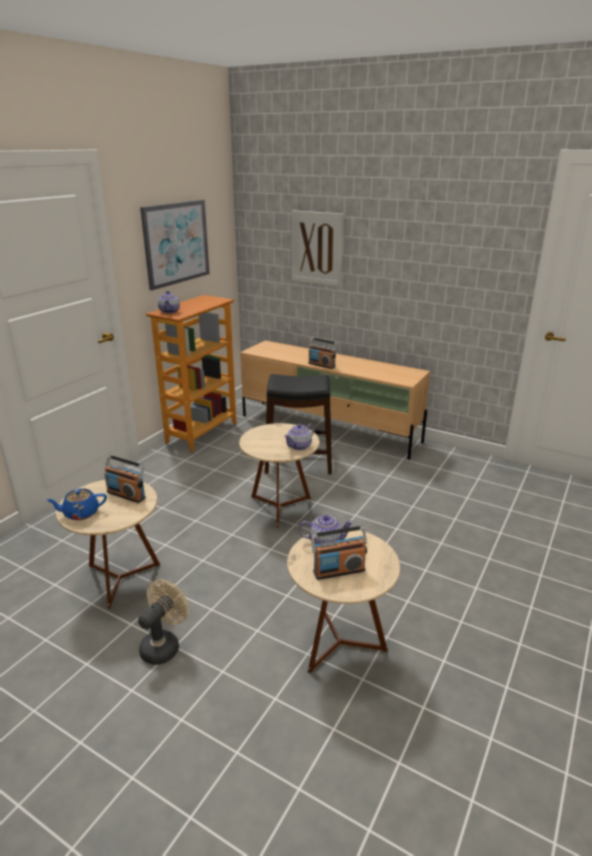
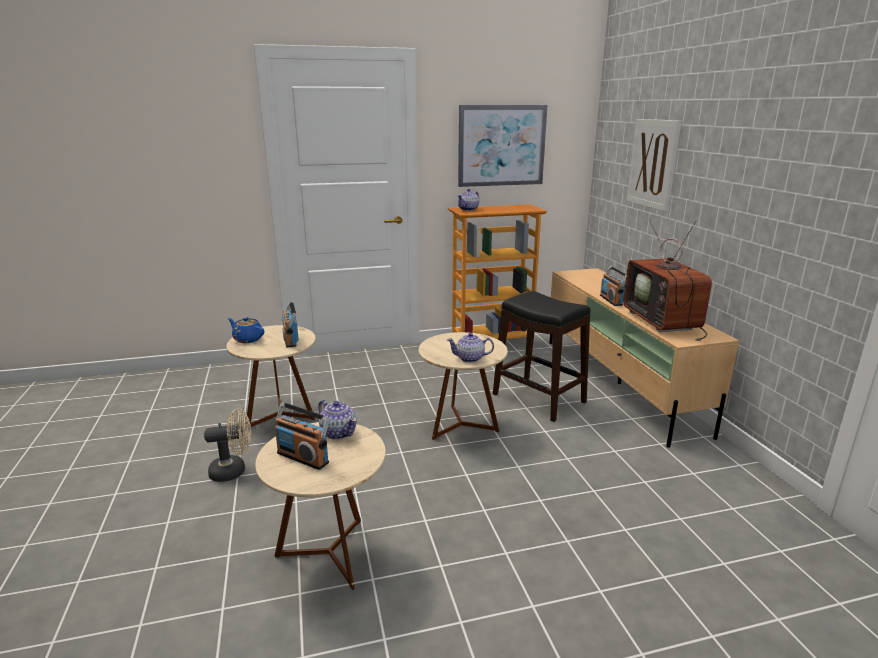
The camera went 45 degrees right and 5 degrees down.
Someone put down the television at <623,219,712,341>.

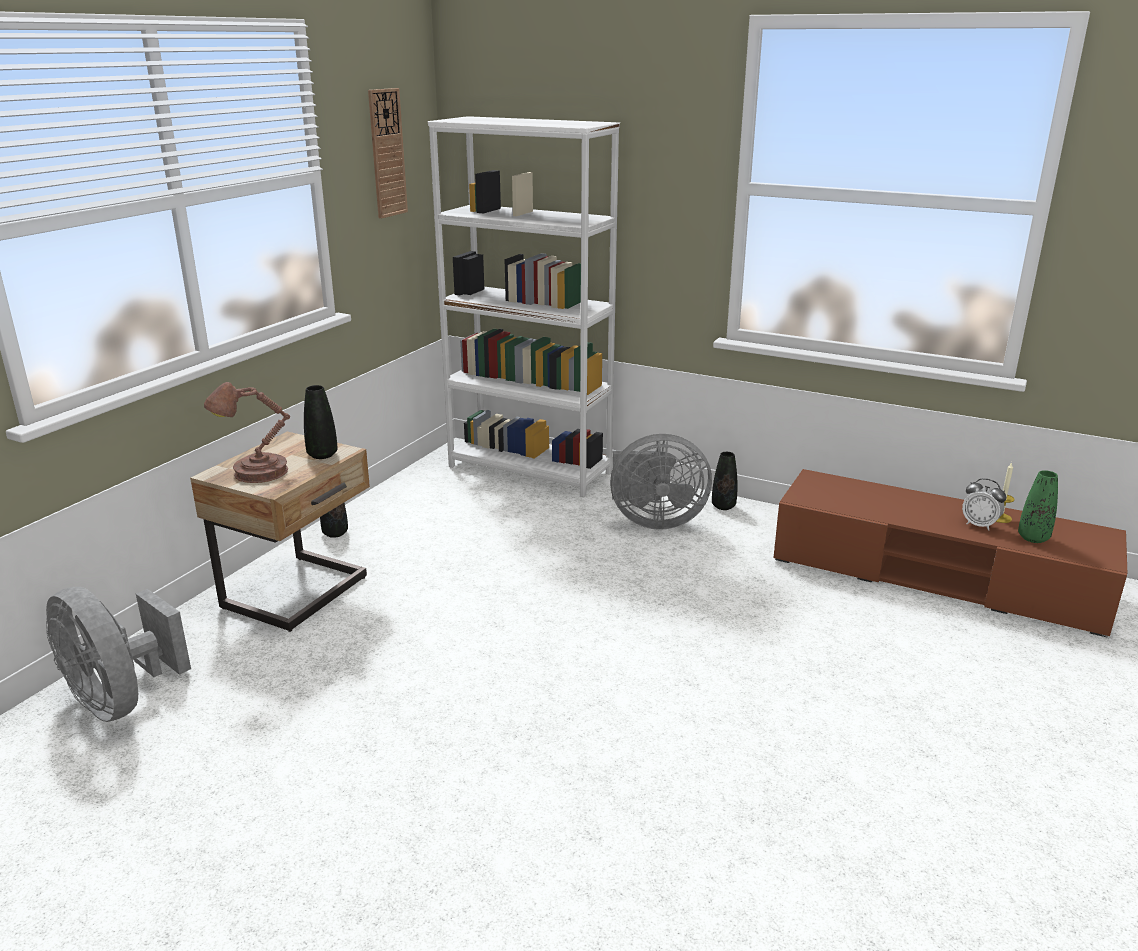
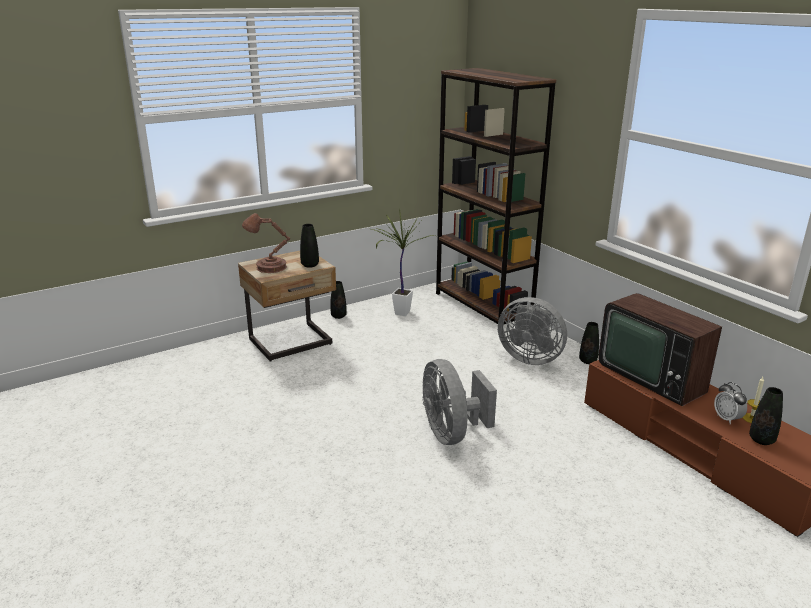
The camera went 30 degrees right and 0 degrees up.
Someone took away the clock on the wall at <368,88,408,219>.
Someone put down the potted plant at <372,209,435,316>.
Someone put down the television at <598,293,722,406>.
Someone carried the cooling fan in greyish from <46,587,191,722> to <422,359,497,445>.
Someone repainted the bookcase in whitish at <428,116,620,497>, which became the bookcase in brown at <436,68,556,324>.
Someone repainted the decorative vase in green-coloured at <1018,470,1058,543>, which became the decorative vase in blackish at <749,387,783,445>.

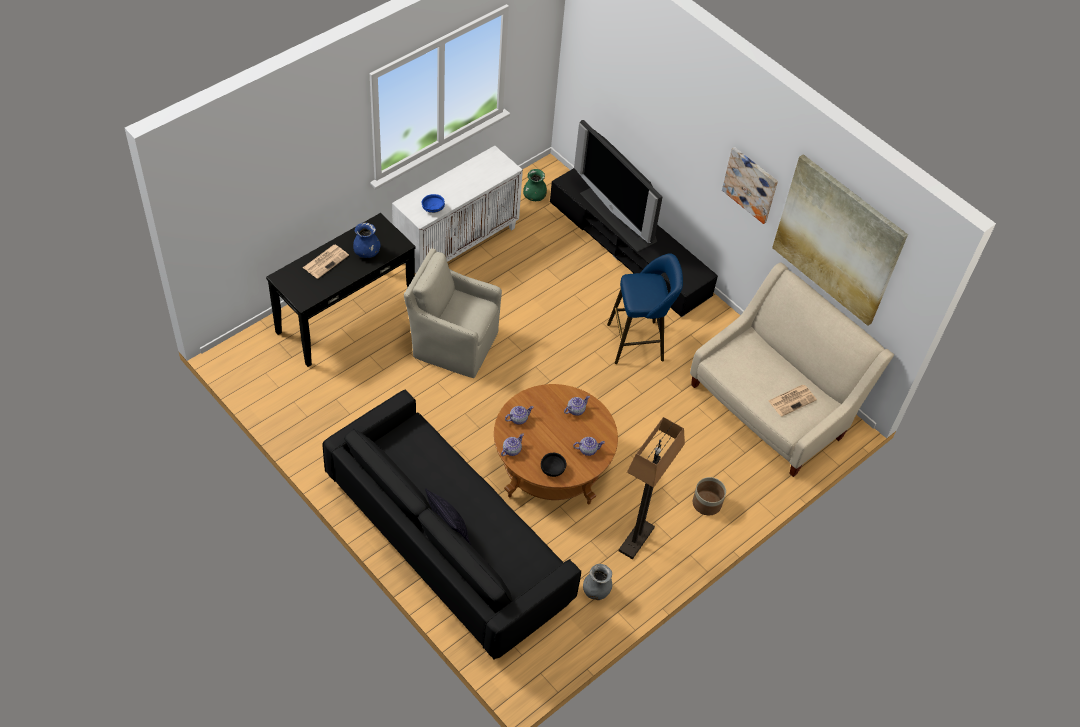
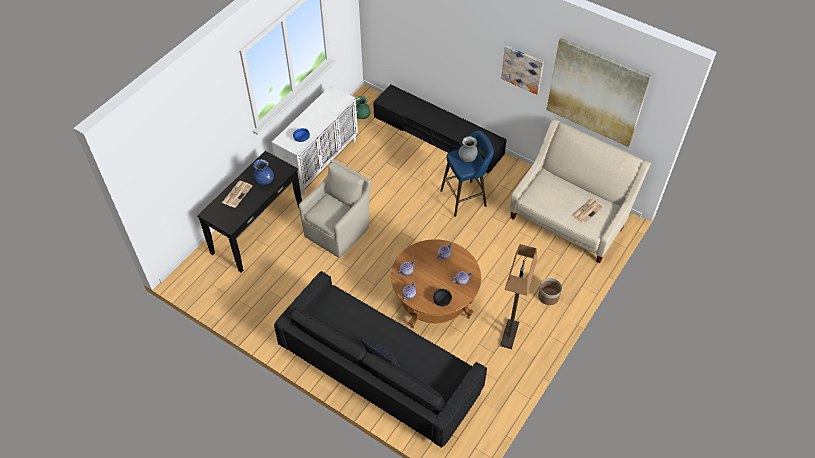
The camera went 10 degrees left and 0 degrees up.
Someone took away the television at <574,120,662,252>.
Someone carried the decorative vase in greyish from <583,564,612,600> to <459,136,478,162>.
Someone rotated the armchair in beige at <404,248,502,378> by 120 degrees clockwise.

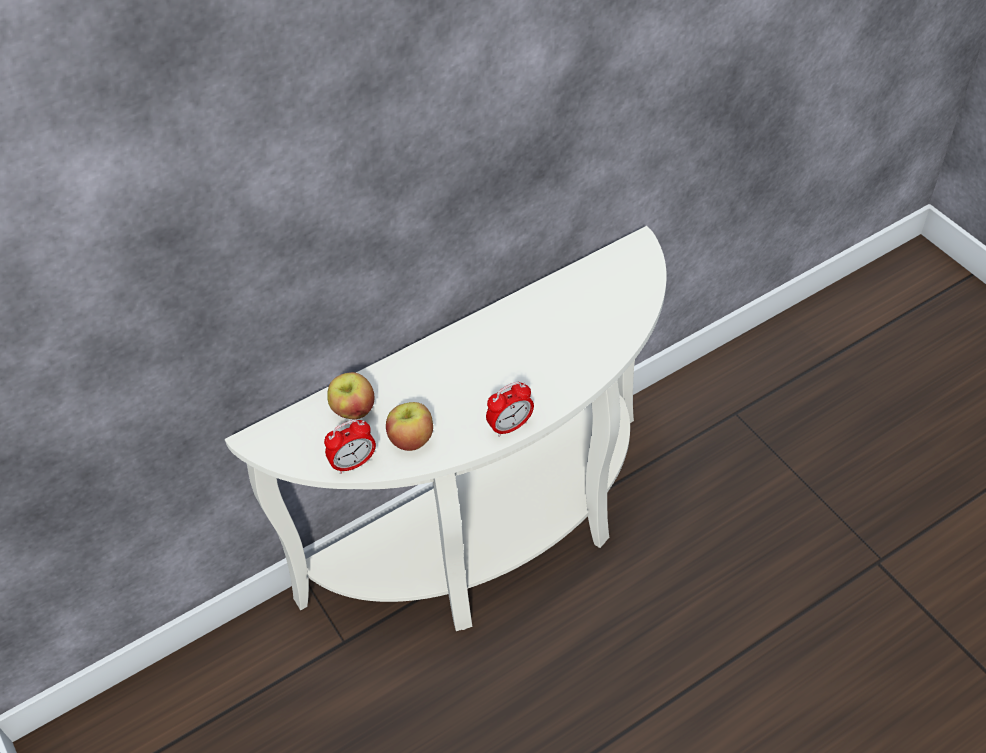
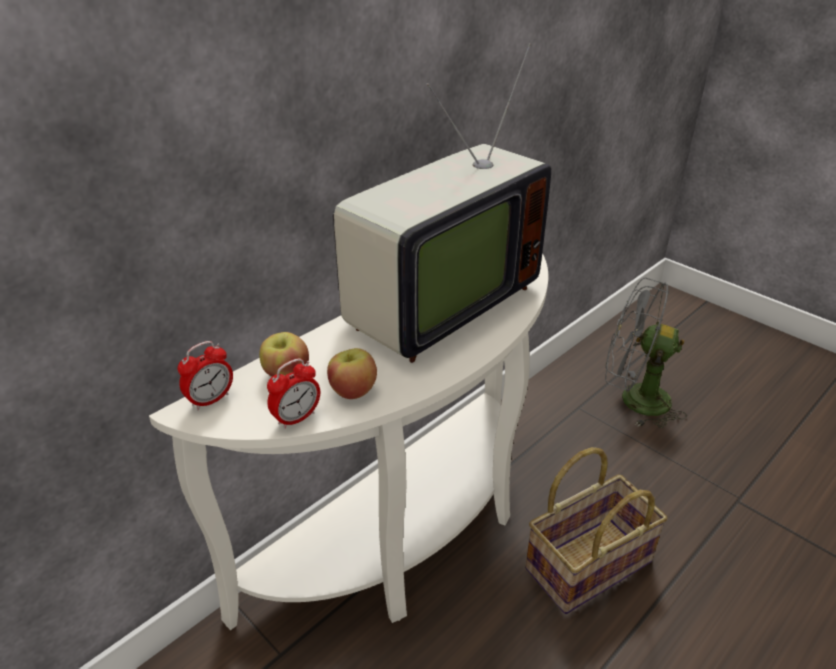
The camera went 15 degrees left and 15 degrees down.
Someone put down the television at <333,43,551,363>.
Someone put down the household basket at <525,447,668,614>.
Someone put down the cooling fan in greyish at <605,278,687,428>.
Someone carried the alarm clock from <486,382,534,437> to <177,341,233,410>.

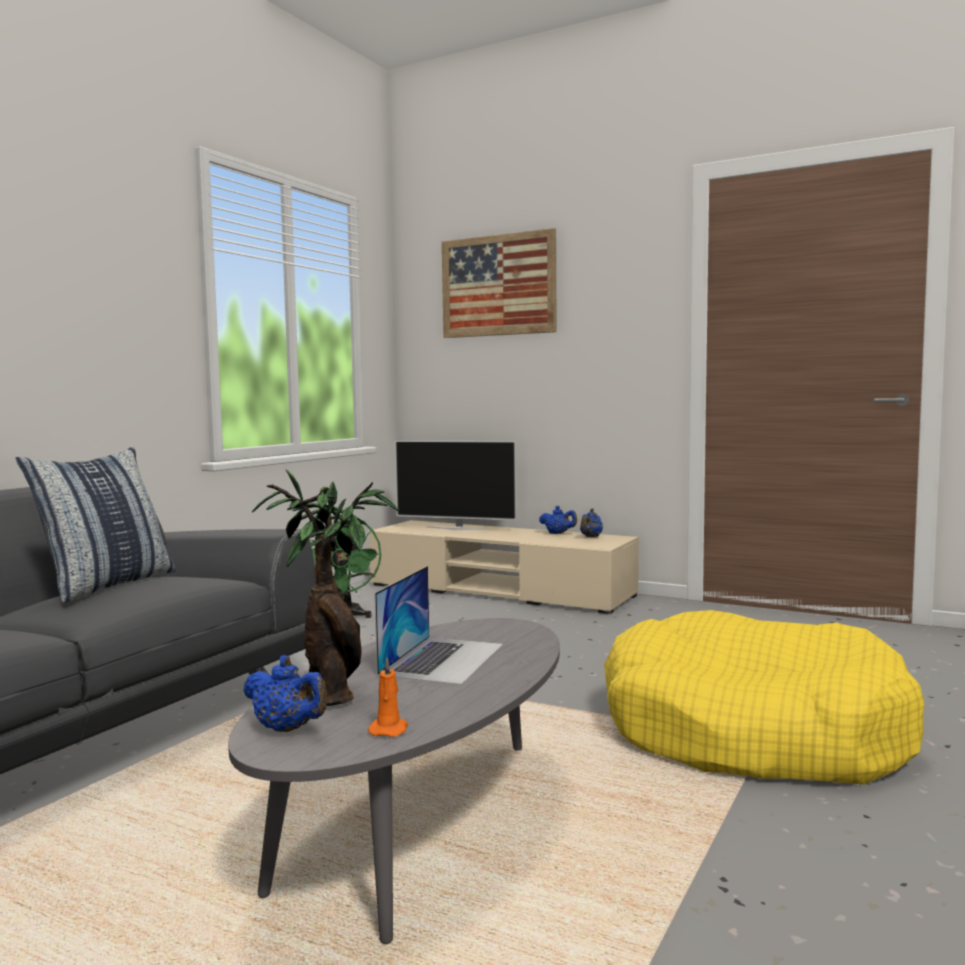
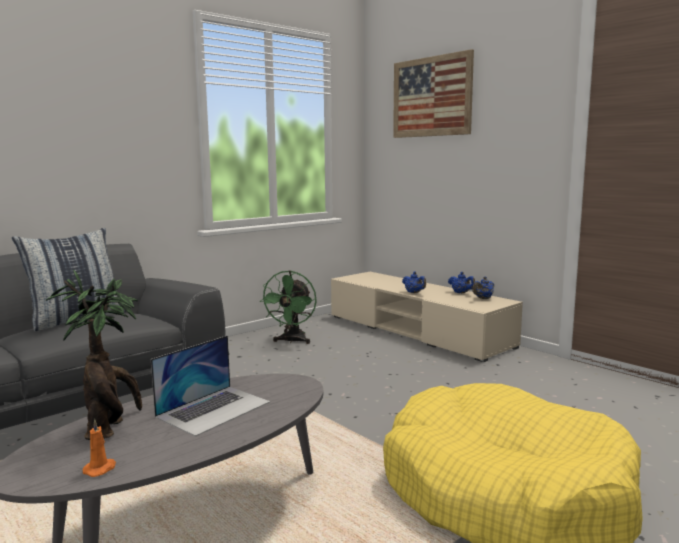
The camera went 20 degrees right and 5 degrees up.
Someone took away the television at <395,440,517,530>.
Someone carried the pot for tea in blue from <243,655,328,732> to <402,272,426,293>.

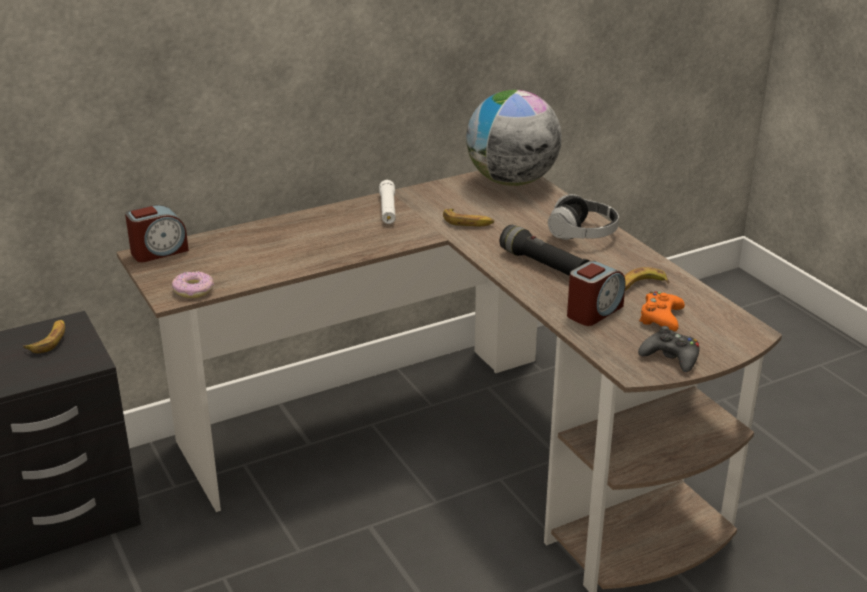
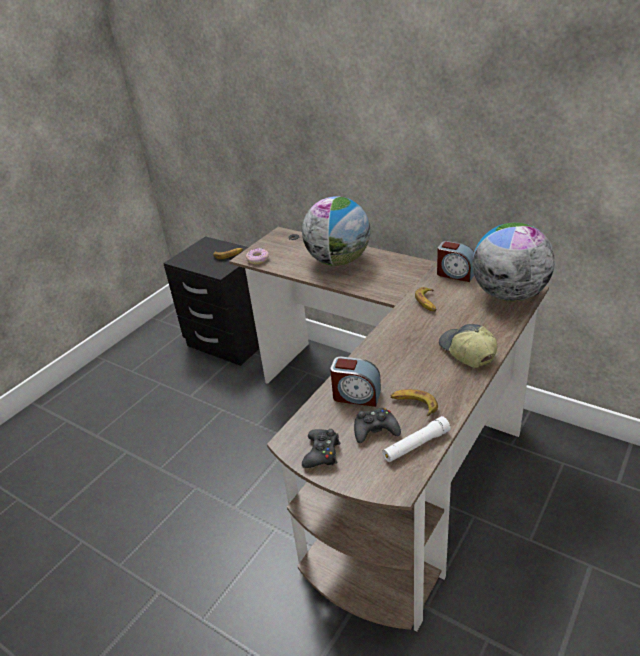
The camera went 65 degrees right and 5 degrees up.
Someone took away the torch in blackish at <500,225,589,276>.
Someone put down the globe at <302,196,370,266>.
Someone carried the alarm clock from <125,205,189,262> to <437,241,474,282>.
Someone carried the torch in whitish from <379,180,396,224> to <382,416,451,462>.
Someone swapped the headset at <548,194,619,240> for the cap at <439,324,497,368>.
Someone repainted the joypad in orange at <639,292,685,331>, which became the joypad in blackish at <354,408,401,443>.

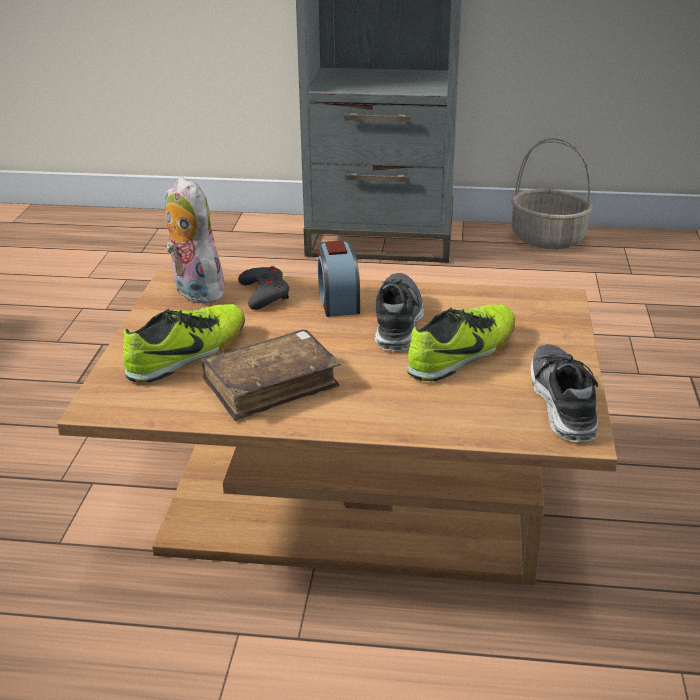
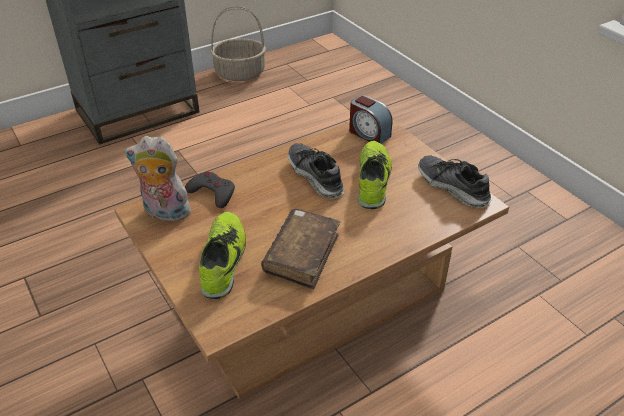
The camera went 40 degrees left and 10 degrees up.
Someone carried the alarm clock from <318,240,360,317> to <349,95,393,144>.

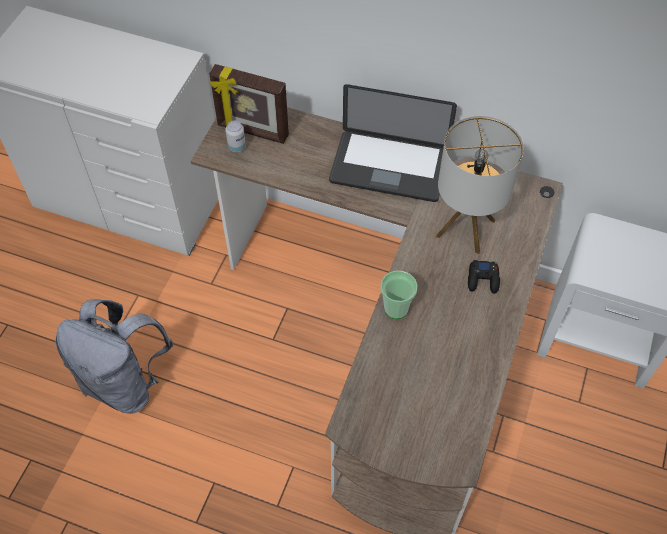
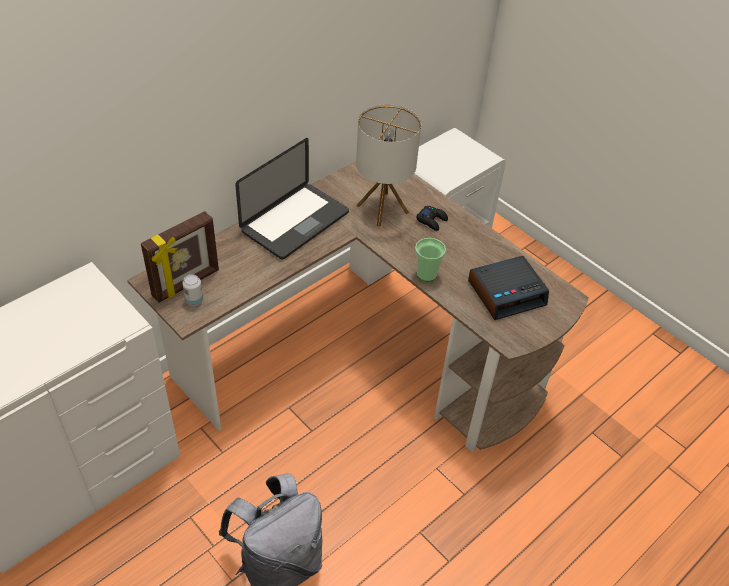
The camera went 65 degrees left and 10 degrees down.
Someone put down the alarm clock at <468,256,549,320>.

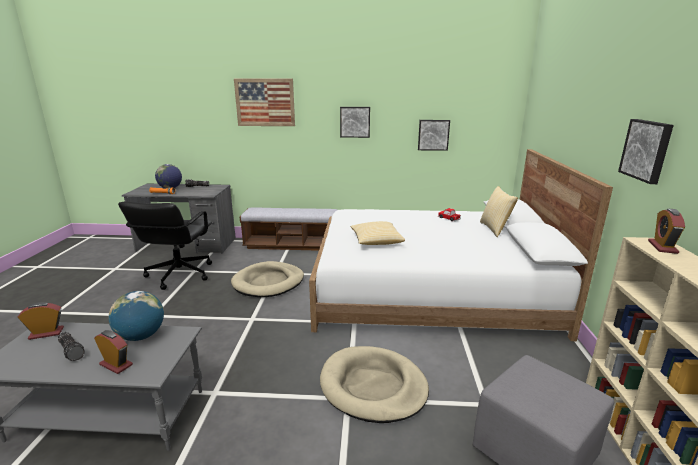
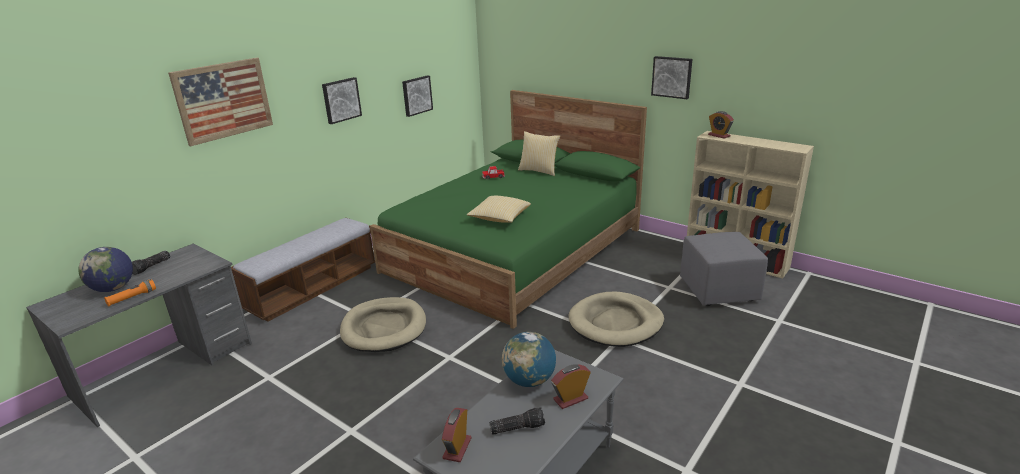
The camera went 55 degrees left and 5 degrees up.
Someone took away the computer chair in blackish at <118,202,212,290>.
Someone repainted the bed in whitish at <309,149,613,341>, which became the bed in green-coloured at <370,90,647,329>.

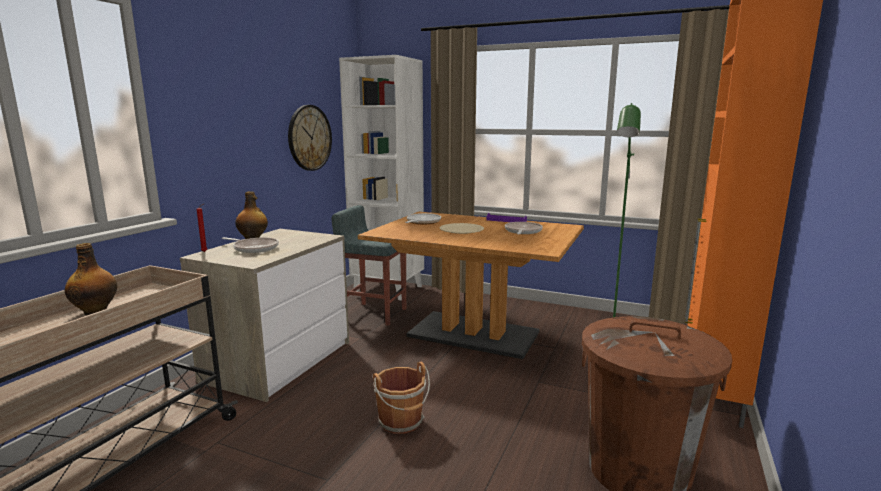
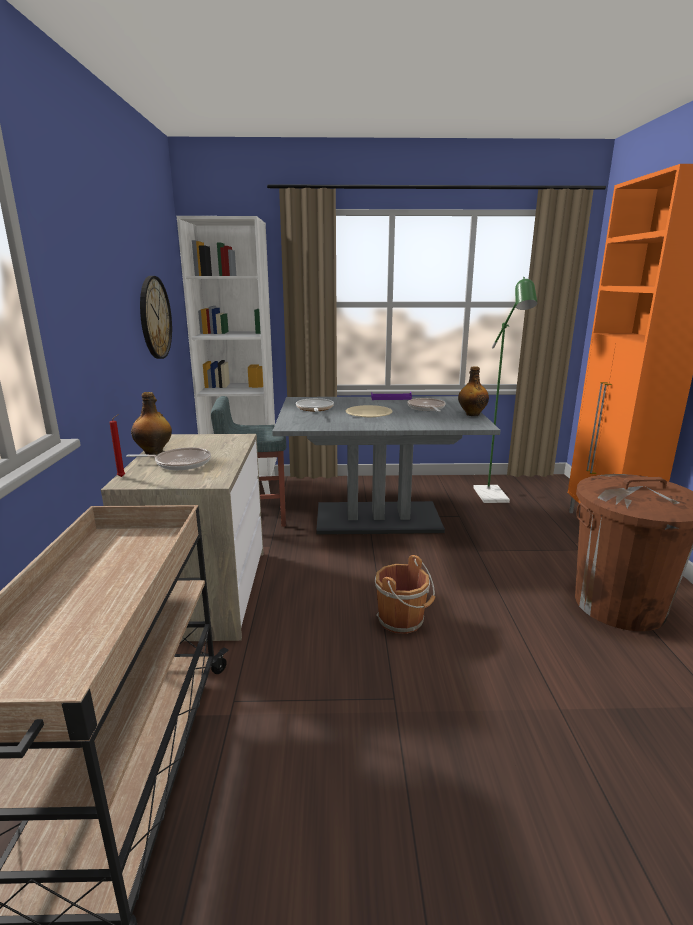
The camera went 25 degrees left and 5 degrees up.
Someone carried the drink bottle from <65,243,117,315> to <458,366,489,416>.
Someone repainted the kitchen table in brown at <358,212,584,359>, which became the kitchen table in greyish at <272,396,501,535>.

